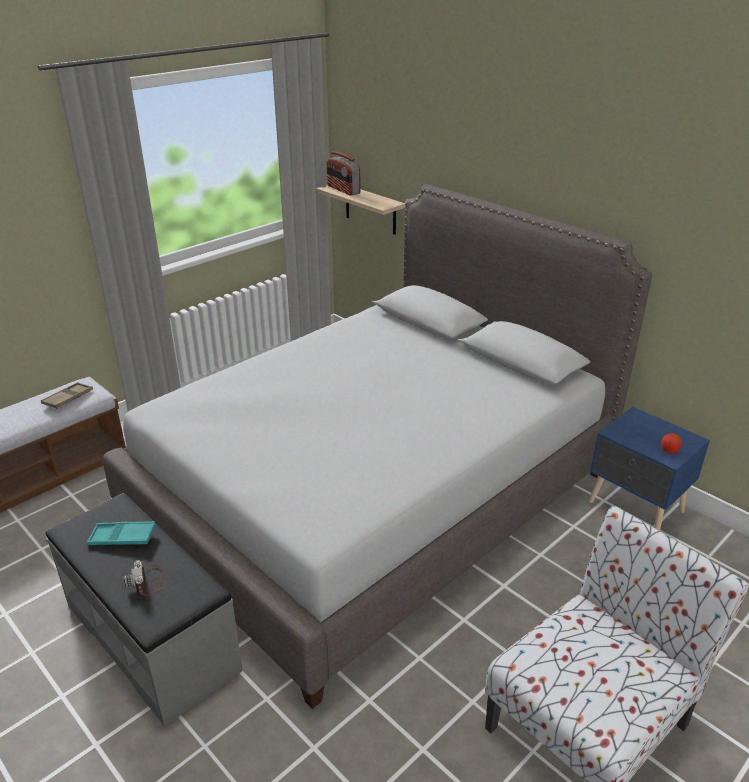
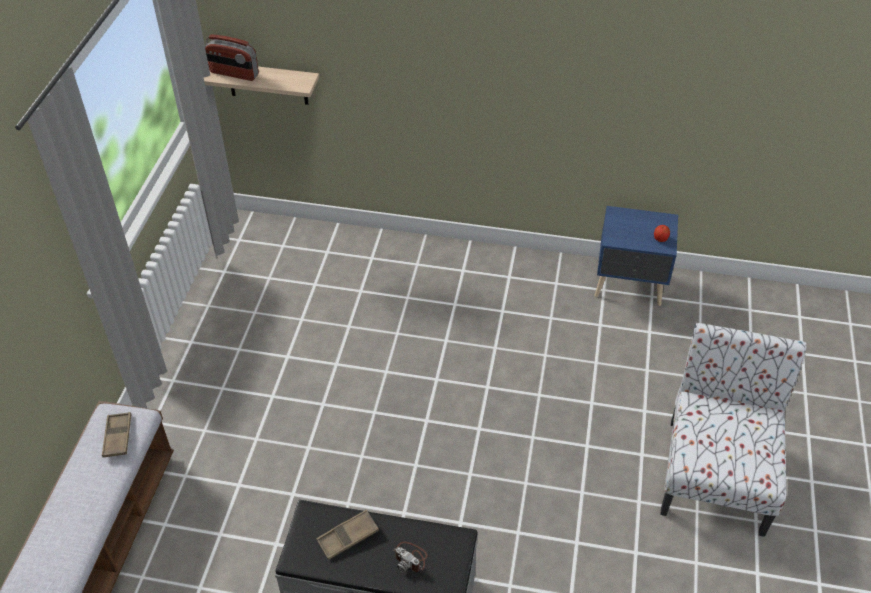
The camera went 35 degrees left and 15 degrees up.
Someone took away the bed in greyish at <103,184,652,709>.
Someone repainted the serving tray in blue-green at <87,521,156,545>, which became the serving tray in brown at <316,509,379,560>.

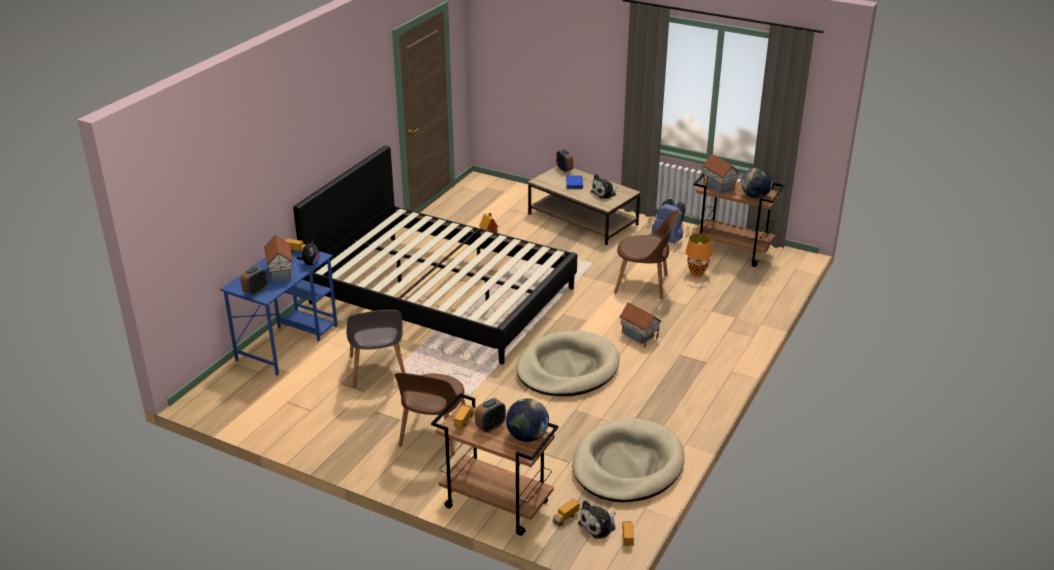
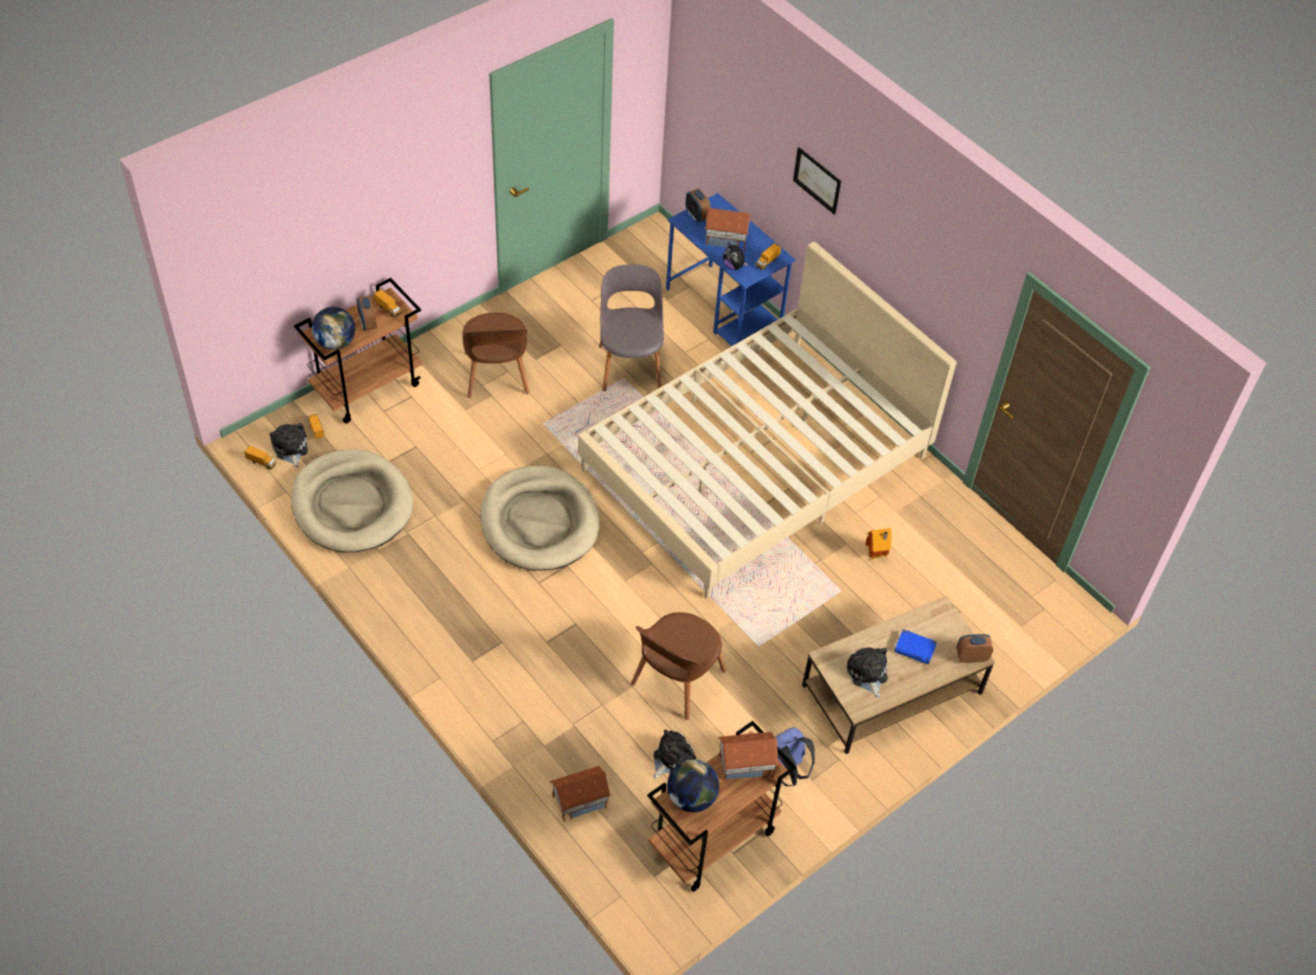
The camera went 110 degrees right and 20 degrees up.
Someone put up the wall picture at <793,147,841,215>.
Someone carried the model house from <619,302,662,347> to <550,766,611,822>.
Someone swapped the table lamp in orange at <685,233,713,277> for the plush toy at <653,730,696,779>.
Someone repainted the bed in blackish at <293,146,577,364>, which became the bed in beige at <578,242,957,598>.
Someone rotated the plain chair in greyish at <346,310,405,388> by 75 degrees clockwise.
Someone rotated the plain chair in brown at <395,373,465,455> by 135 degrees counterclockwise.

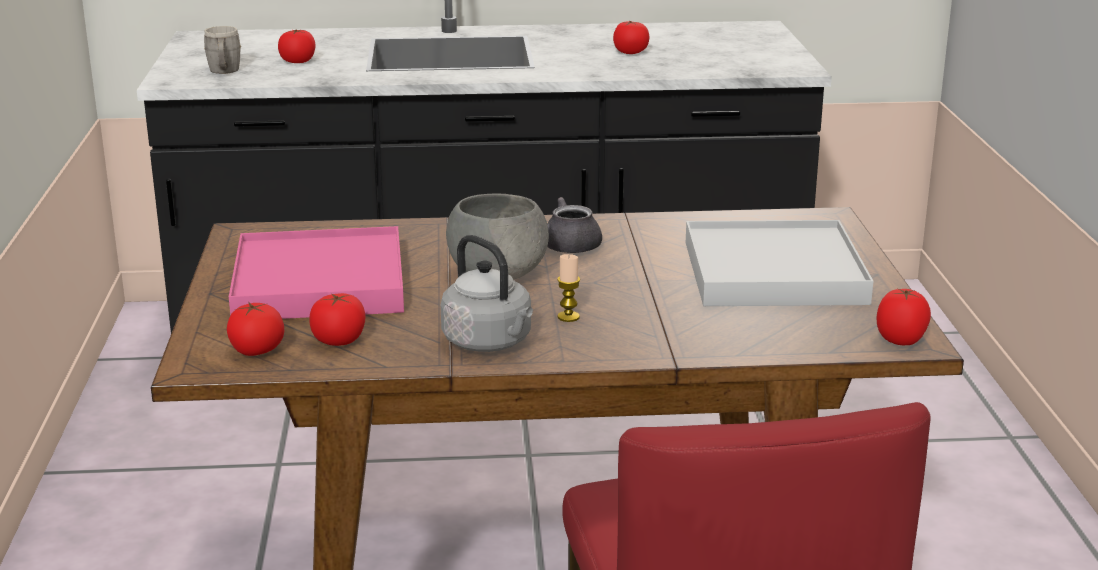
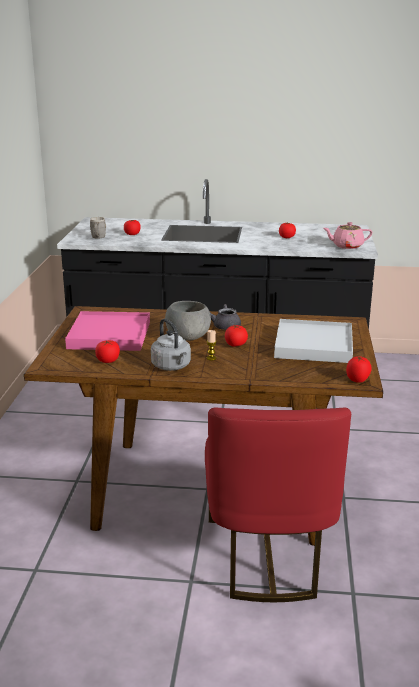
The camera went 10 degrees right and 0 degrees up.
Someone put down the pot for tea in pinkish at <324,222,372,249>.
Someone carried the tomato from <227,302,284,356> to <225,325,248,347>.

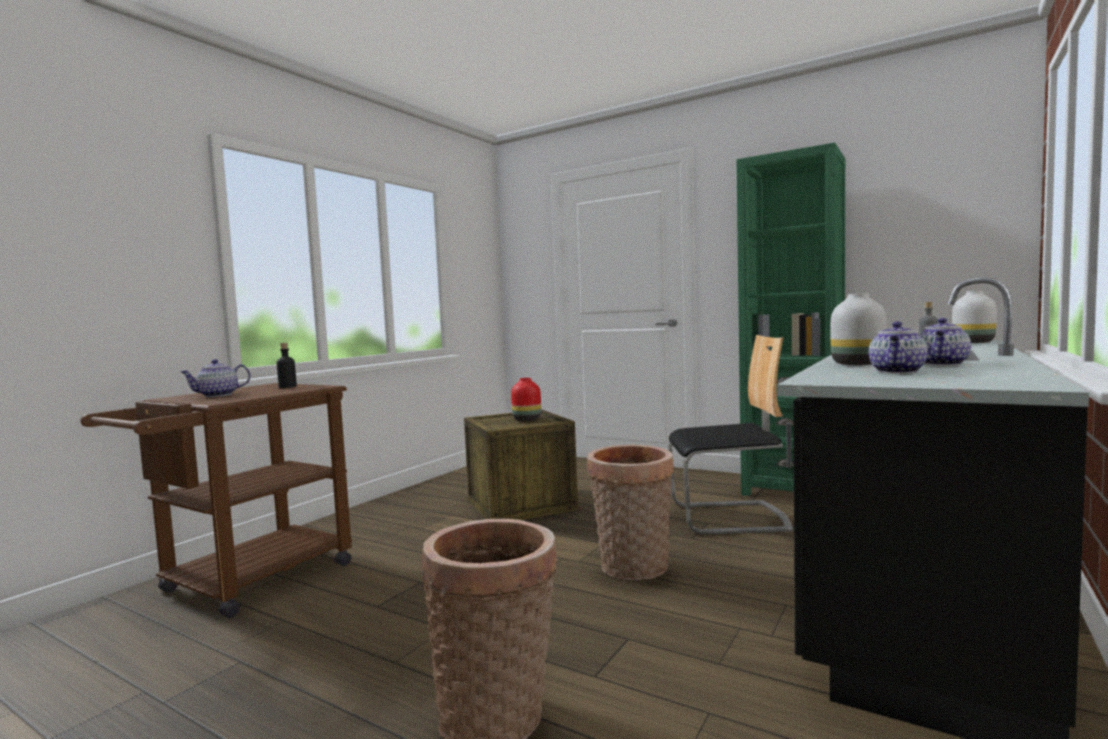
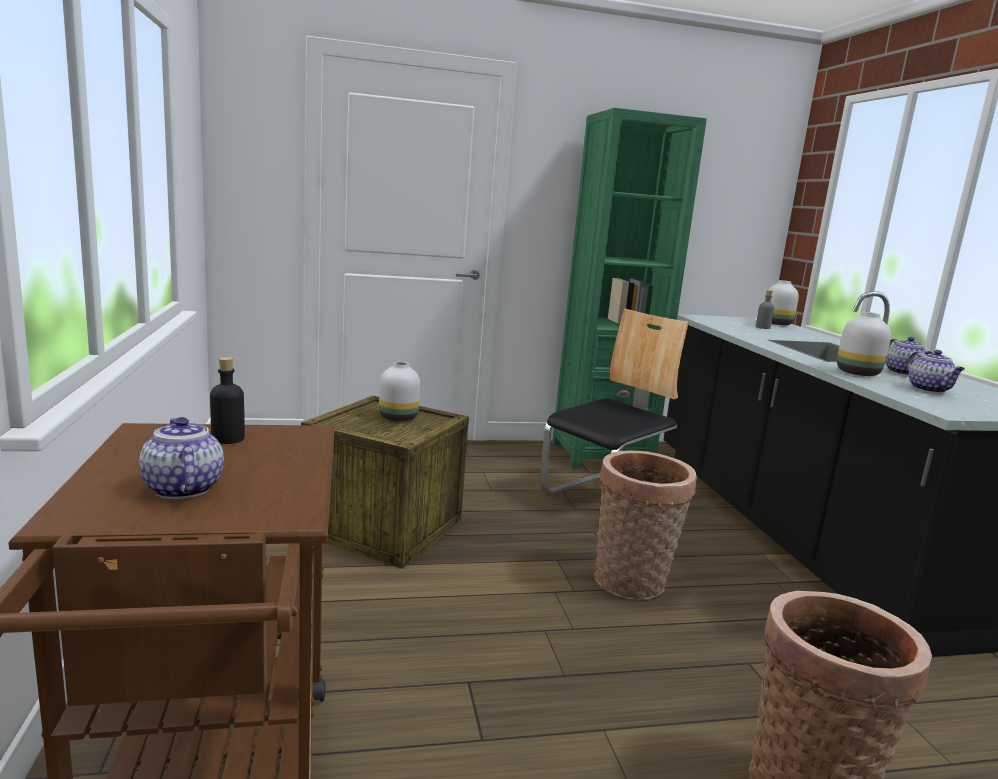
The camera went 45 degrees left and 10 degrees up.
Someone repainted the decorative vase in reddish at <511,378,541,421>, which became the decorative vase in whitish at <379,362,420,422>.
Someone rotated the pot for tea at <181,359,251,397> by 135 degrees clockwise.

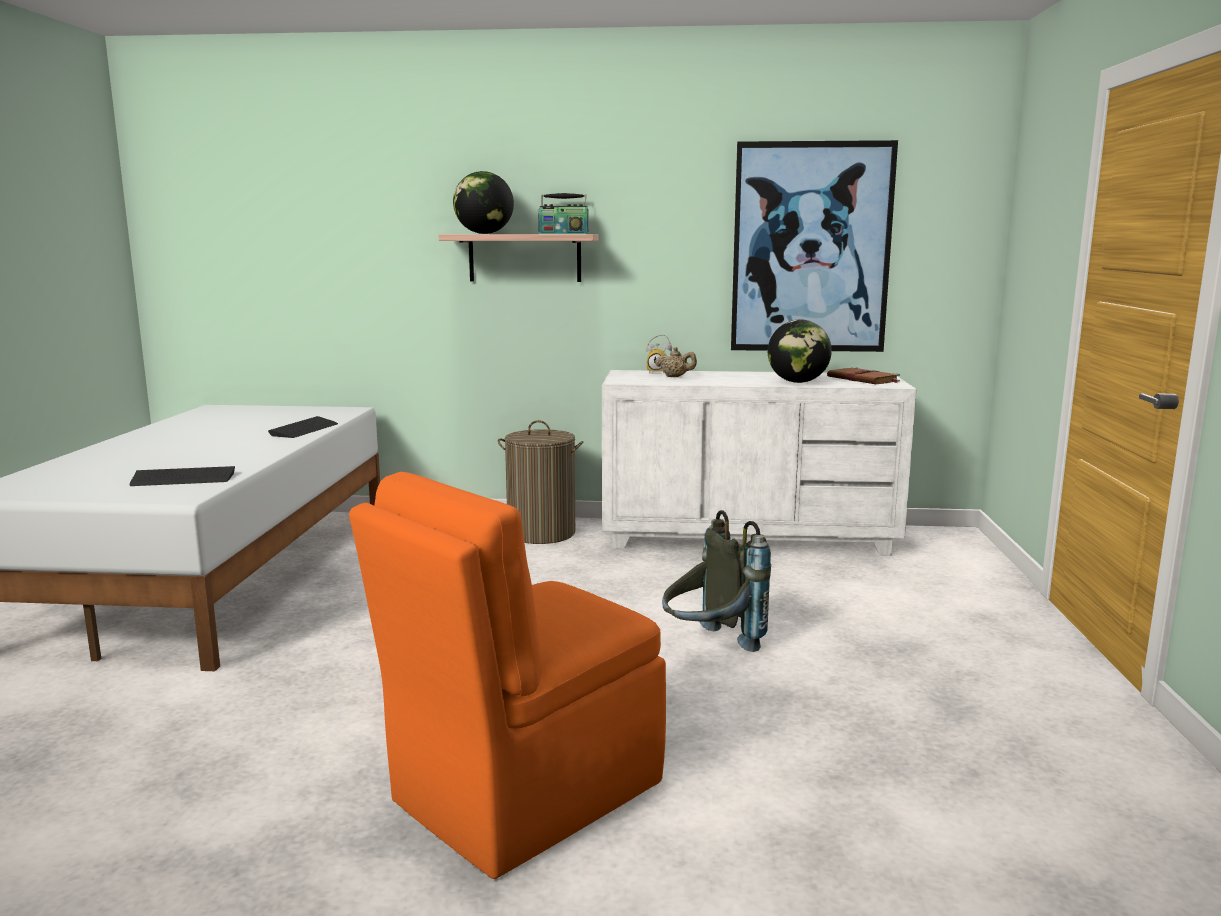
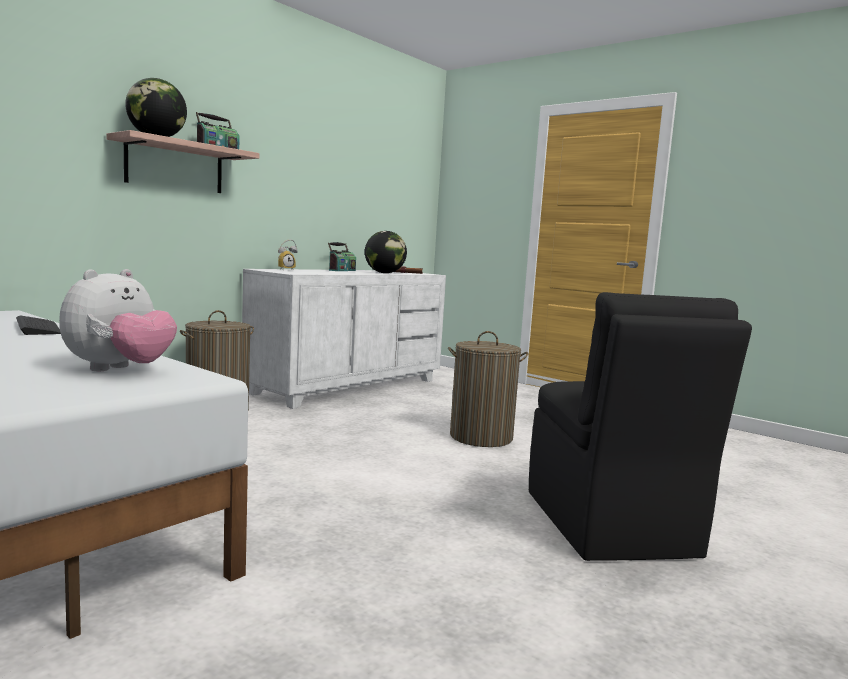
The camera went 55 degrees left and 5 degrees down.
Someone took away the pot for tea in beige at <655,347,697,377>.
Someone took away the wall picture at <731,140,898,352>.
Someone put down the radio set at <328,242,356,271>.
Someone swapped the PC keyboard at <129,466,235,486> for the plush toy at <59,269,177,371>.
Someone swapped the knapsack in greyish at <662,510,771,652> for the hamper at <448,331,529,447>.
Someone repainted the plain chair in orange at <349,472,666,879>, which became the plain chair in blackish at <529,292,752,561>.

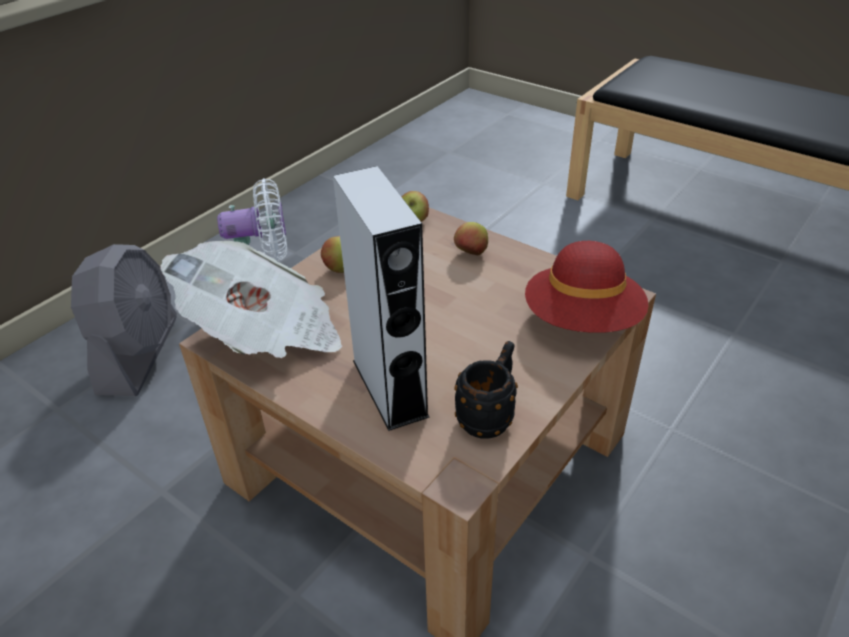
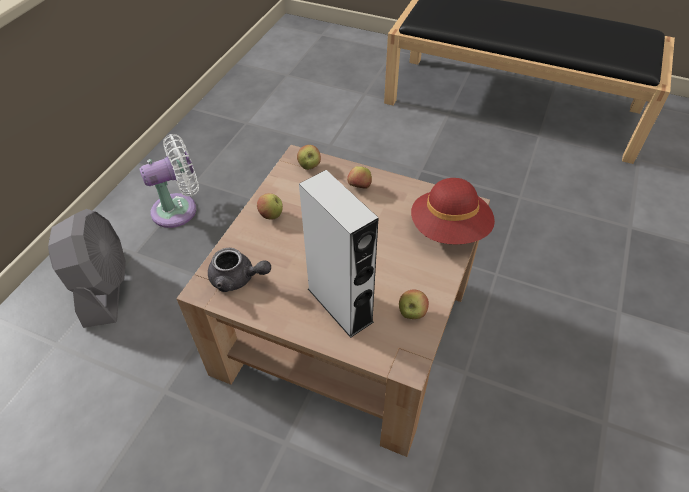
The camera went 15 degrees left and 10 degrees up.
Someone swapped the daily paper at <161,241,343,358> for the pot for tea in greyish at <208,248,271,292>.
Someone swapped the coffee mug in blackish at <454,341,518,439> for the apple fruit at <399,289,429,319>.

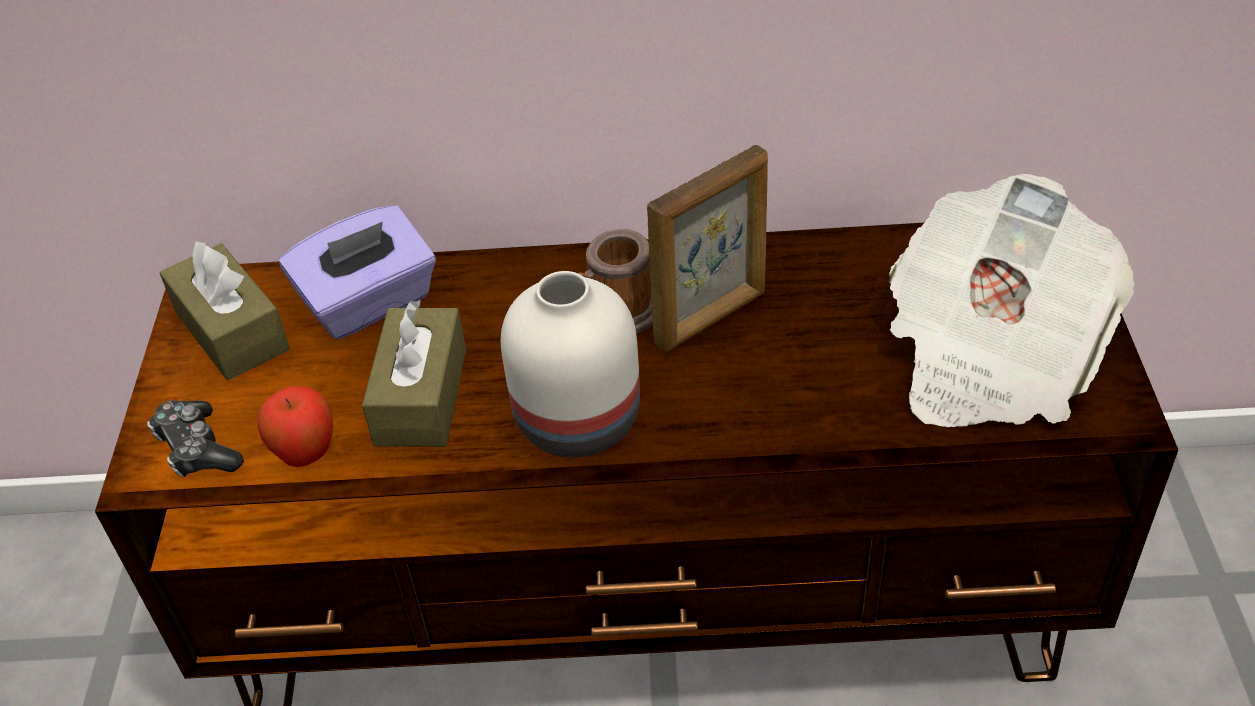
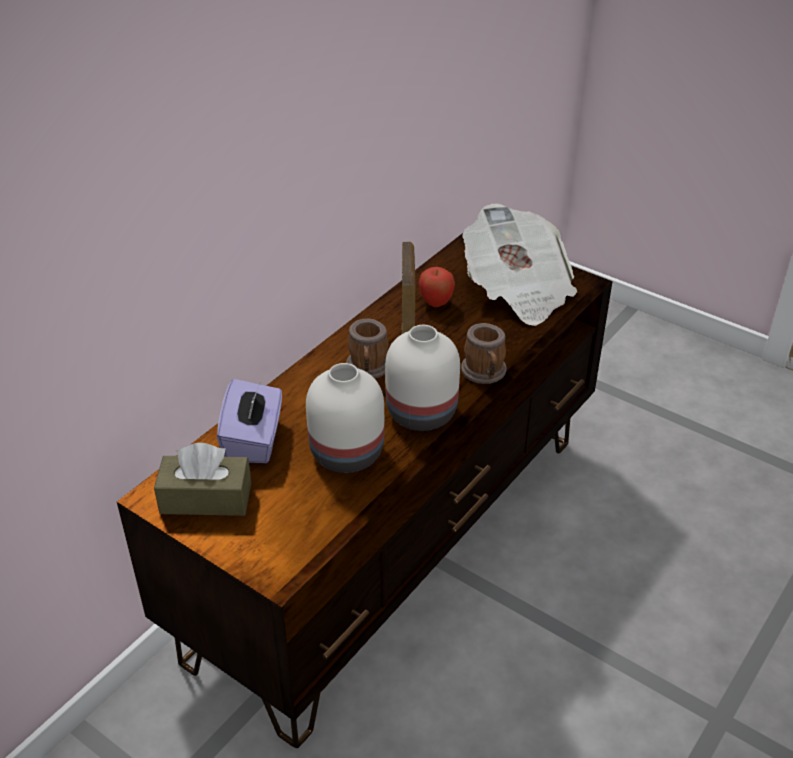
The camera went 55 degrees left and 5 degrees down.
Someone took away the joypad at <147,400,244,477>.
Someone put down the coffee mug at <461,323,507,384>.
Someone carried the apple fruit from <258,386,333,467> to <419,267,455,307>.
Someone swapped the tissue holder in brown at <362,300,466,447> for the decorative vase in whitish at <306,363,384,473>.

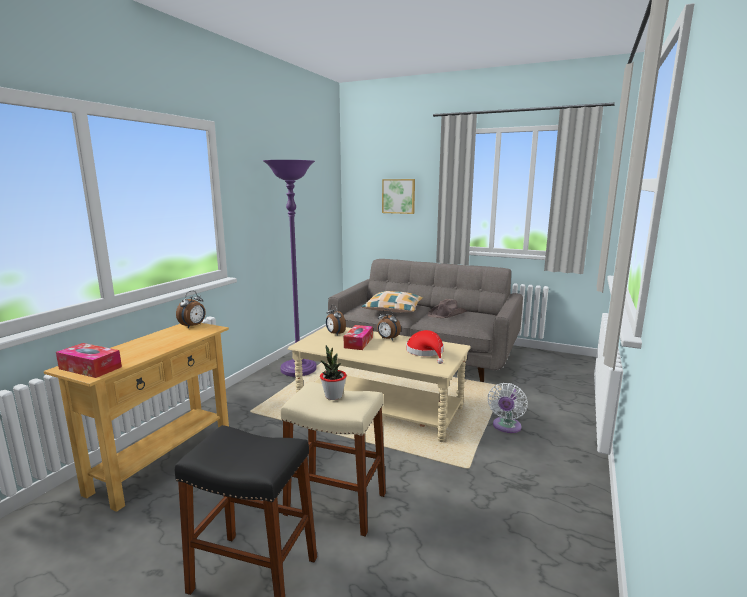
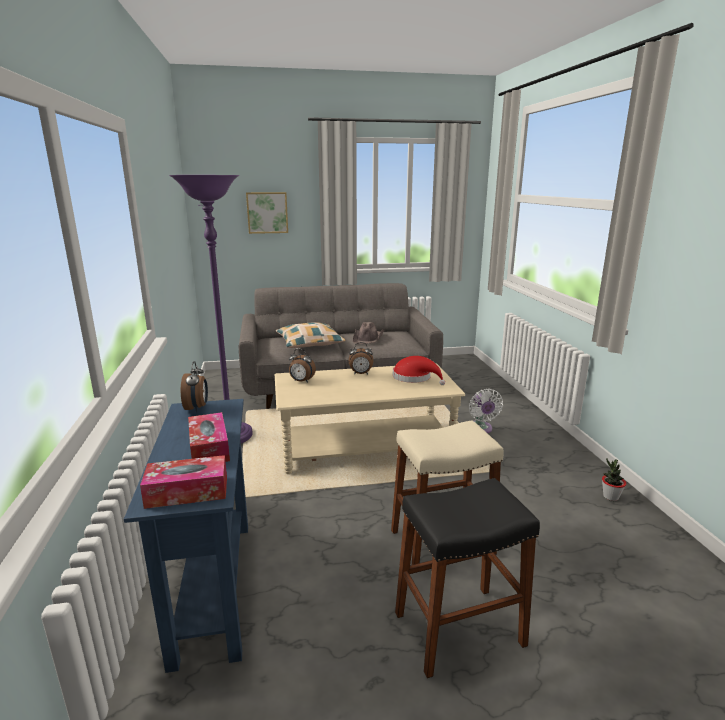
The camera went 35 degrees left and 5 degrees up.
Someone carried the potted plant from <320,345,347,400> to <602,458,626,501>.
Someone carried the tissue holder from <344,325,373,350> to <188,412,230,462>.
Someone repainted the console table in beige at <44,323,229,512>, which became the console table in blue at <124,399,248,673>.

